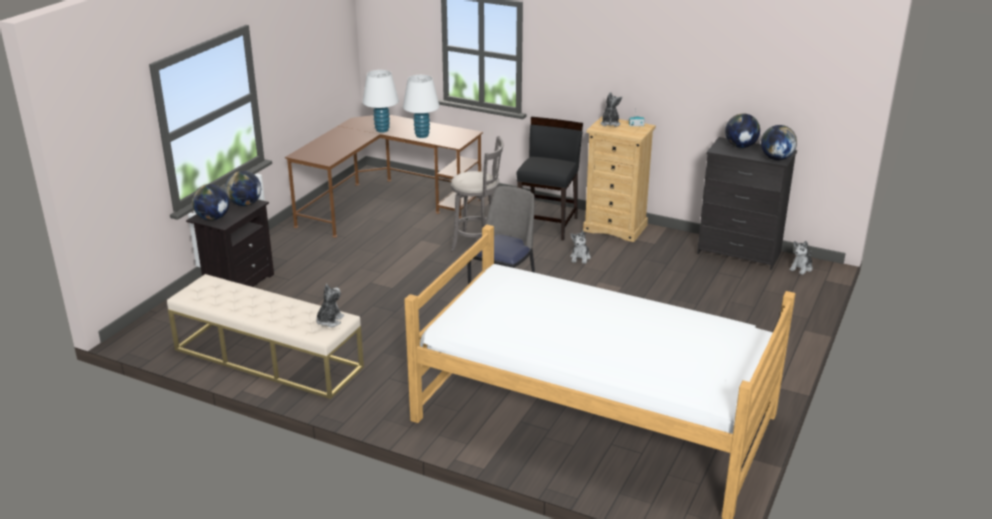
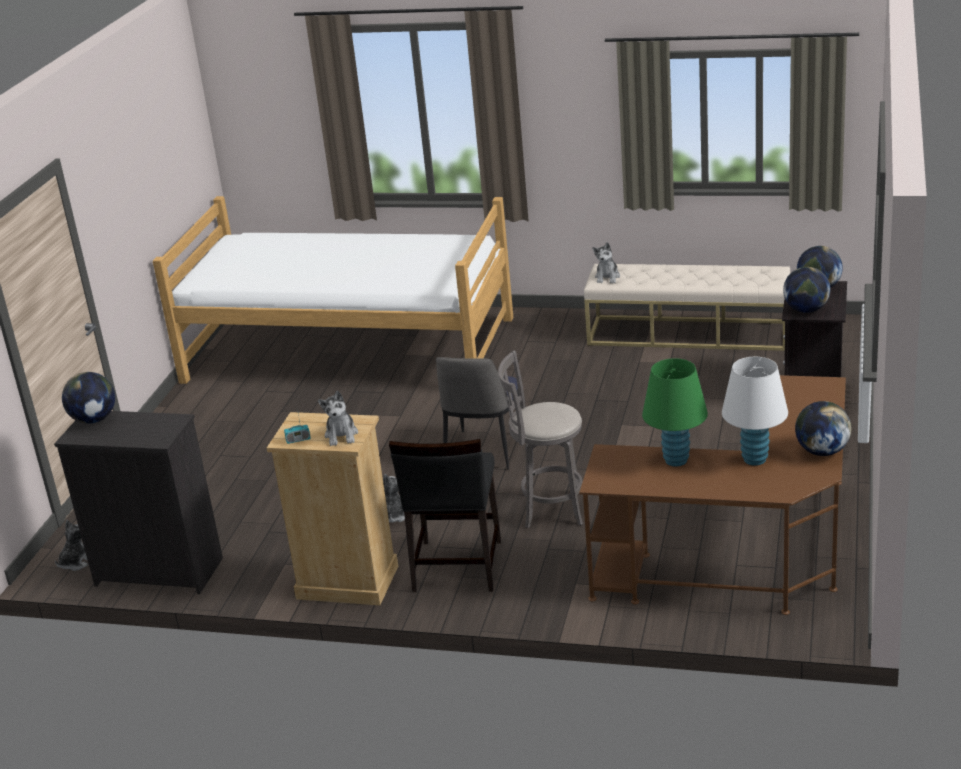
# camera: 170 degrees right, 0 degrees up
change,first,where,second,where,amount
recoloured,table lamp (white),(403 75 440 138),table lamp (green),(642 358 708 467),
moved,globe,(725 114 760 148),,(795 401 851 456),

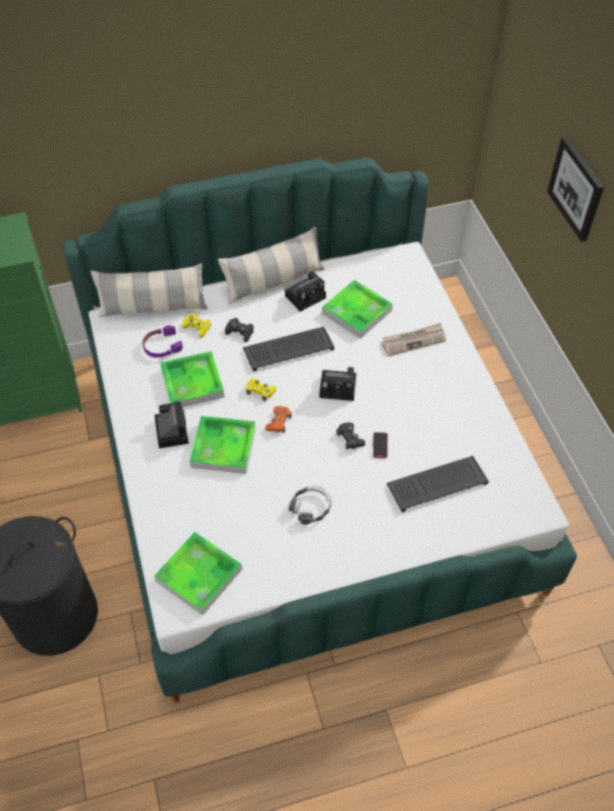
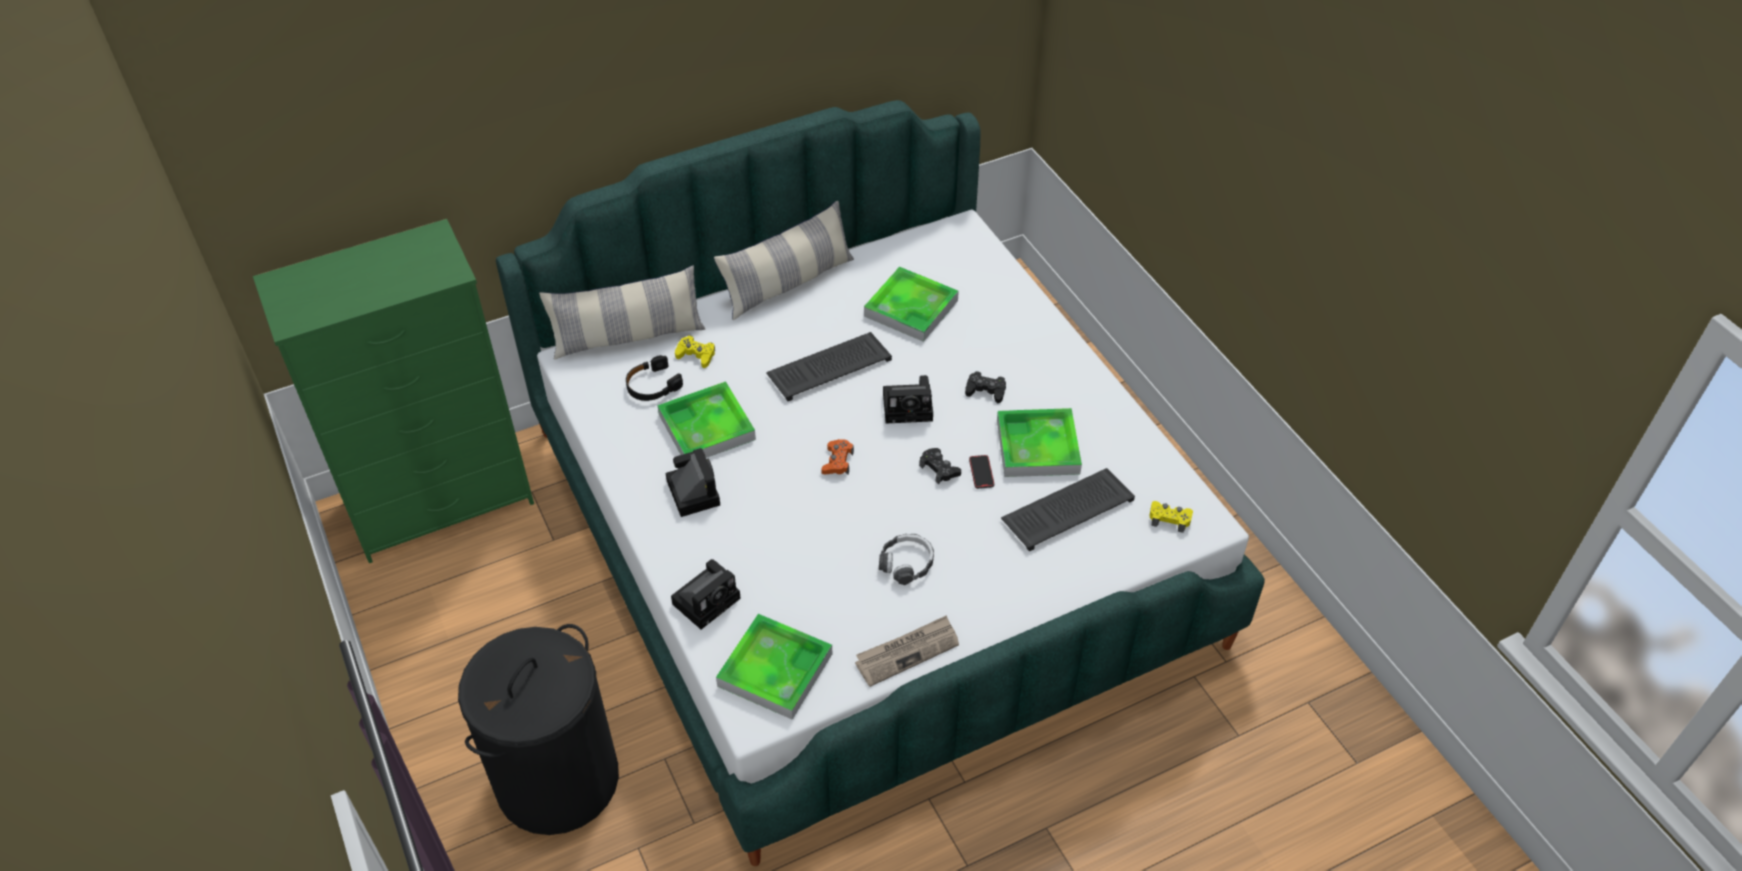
# camera: 10 degrees left, 5 degrees down
change,first,where,second,where,amount
removed,picture,(547 136 604 242),,,
moved,photo camera,(285 271 326 312),,(671 559 741 629),
moved,game controller (black),(225 318 254 342),,(965 371 1006 403),
moved,newspaper,(381 323 446 356),,(855 615 959 687),
recoloured,headphones (purple),(142 325 183 358),headphones (black),(626 355 683 401),
moved,game controller (yellow),(246 378 277 402),,(1149 501 1193 533),
moved,tray,(189 416 256 474),,(997 408 1082 477),

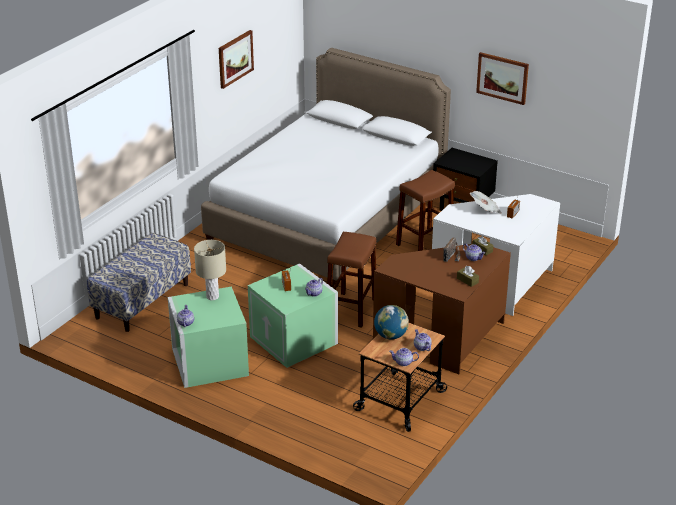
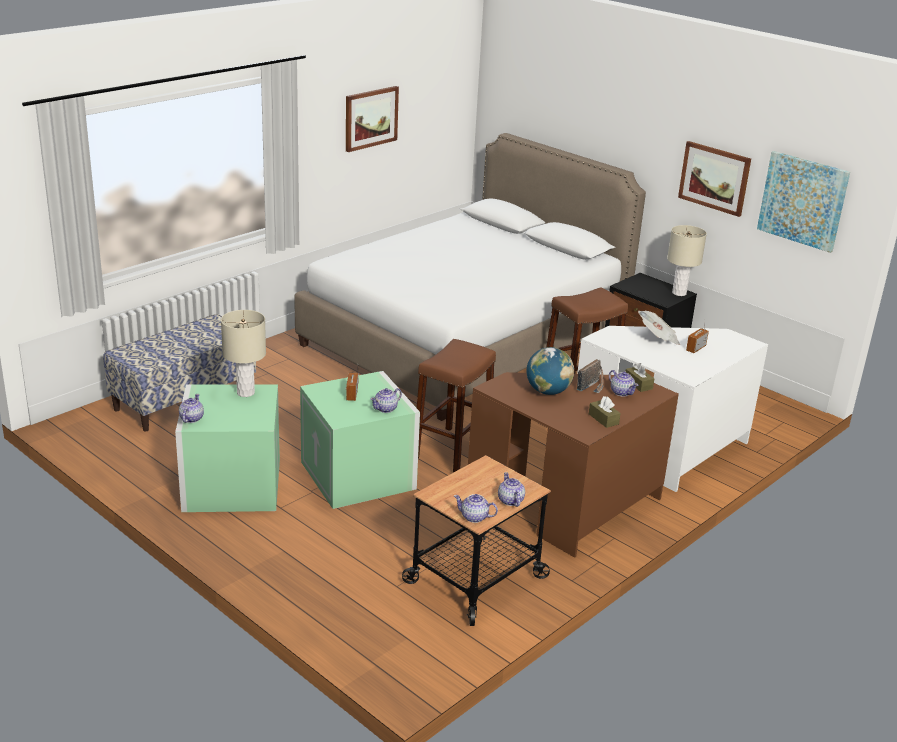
# camera: 10 degrees right, 5 degrees down
change,first,where,second,where,amount
moved,globe,(374 305 409 340),,(526 347 574 395),
added,,,picture,(757 151 850 253),
added,,,table lamp (beige),(667 225 707 296),

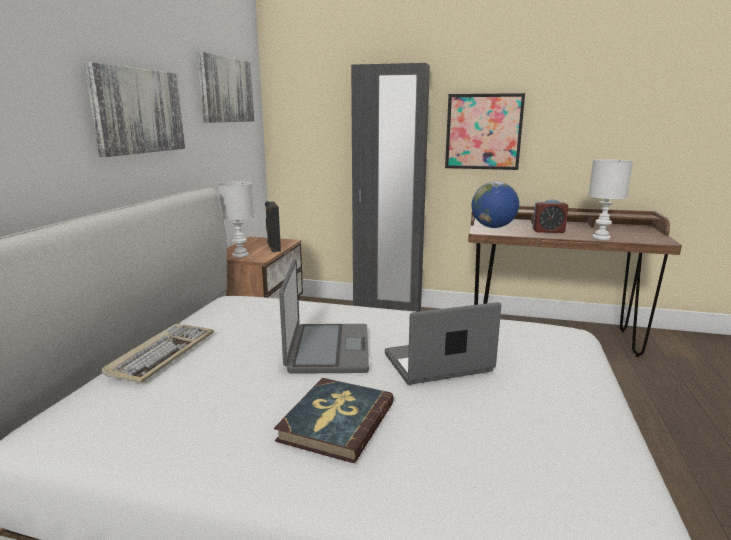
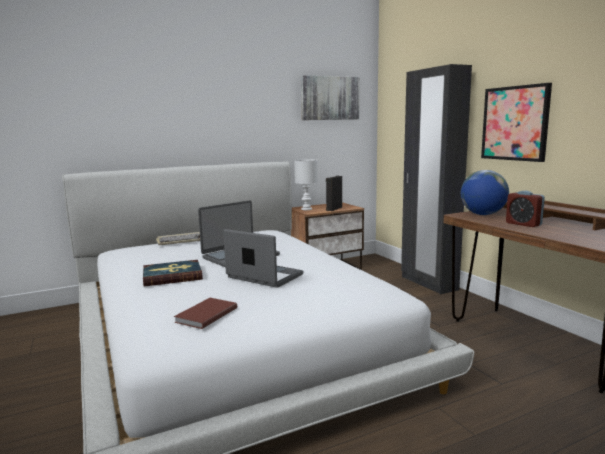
# camera: 50 degrees right, 5 degrees down
change,first,where,second,where,amount
removed,picture,(84 62 185 157),,,
removed,table lamp (white),(588 159 633 240),,,
added,,,book (brown),(174 298 237 329),

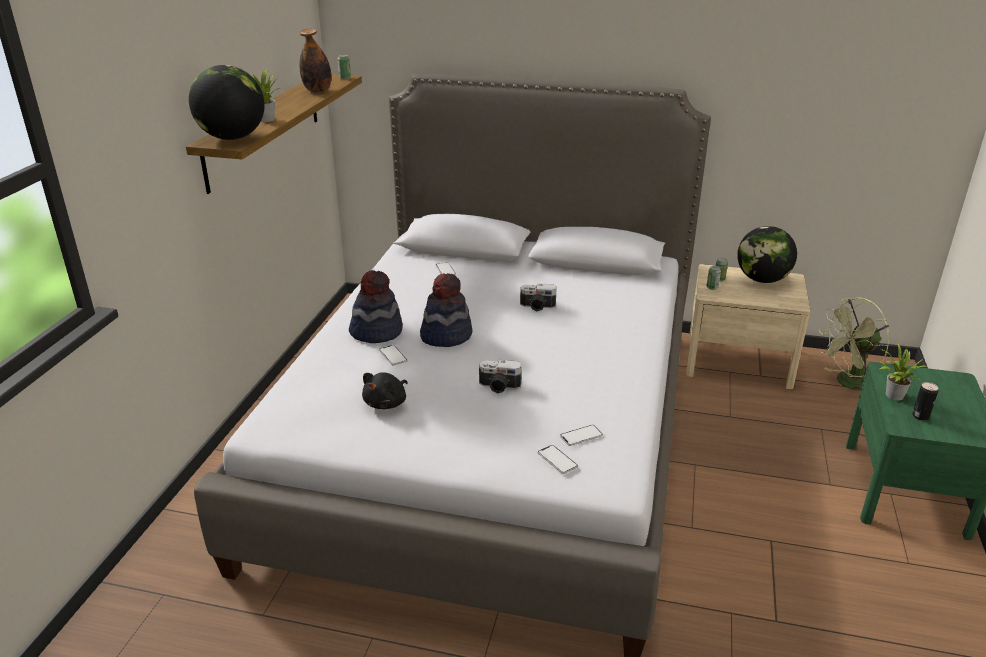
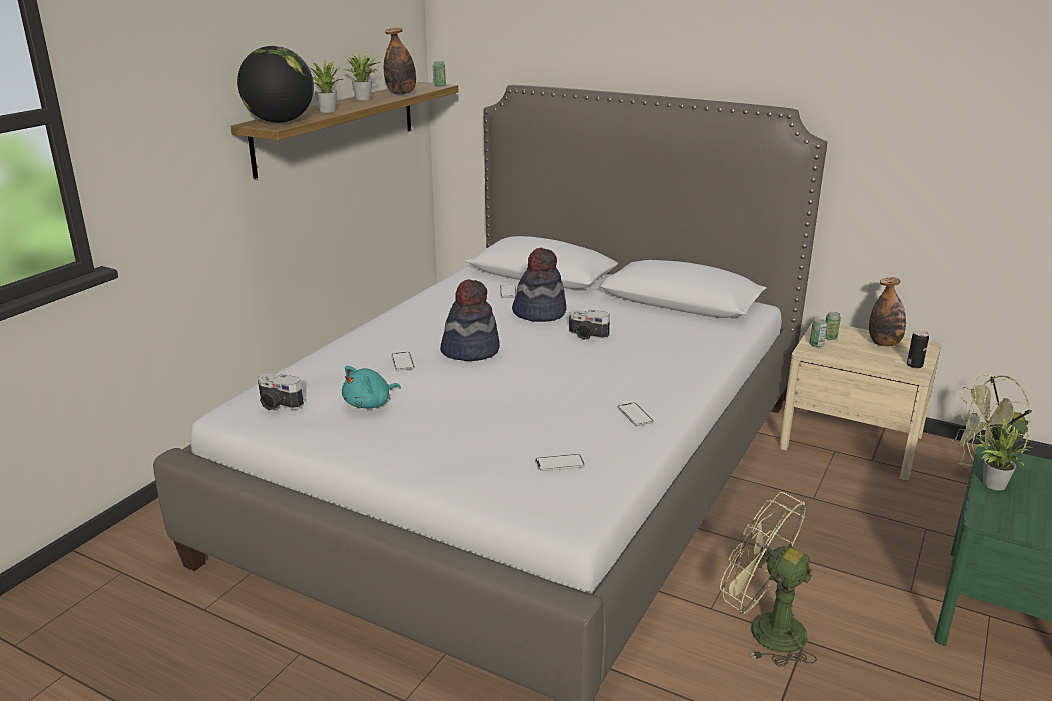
# camera: 15 degrees right, 5 degrees down
change,first,where,second,where,amount
replaced,globe,(737 226 797 283),bottle,(869 278 906 346),
moved,hat,(349 270 403 343),,(512 248 567 322),
moved,photo camera,(479 360 522 393),,(257 374 304 410),
recoloured,plush toy (black),(362 372 408 409),plush toy (turquoise),(342 366 401 408),
moved,can,(912 382 938 421),,(907 330 929 368),
moved,phone,(538 445 578 474),,(618 403 654 426),
added,,,potted plant,(343 51 381 100),
added,,,fan (green),(720 492 817 667),

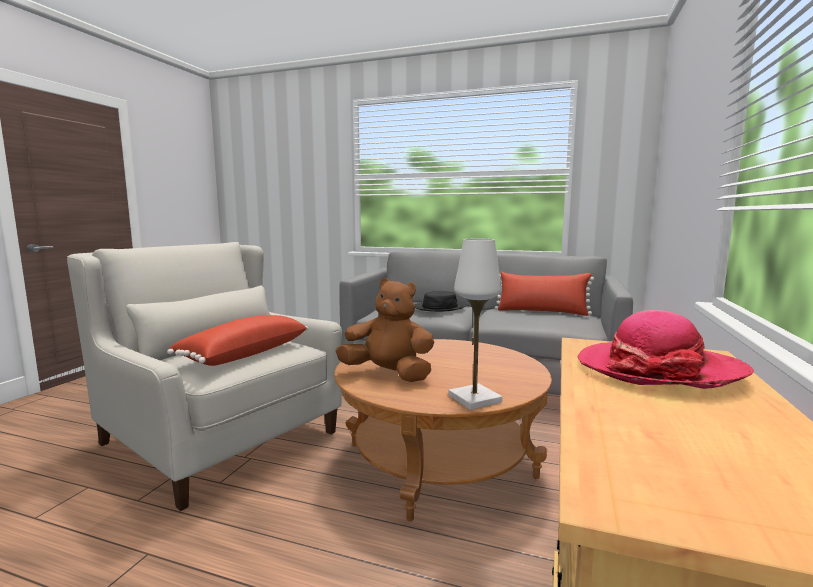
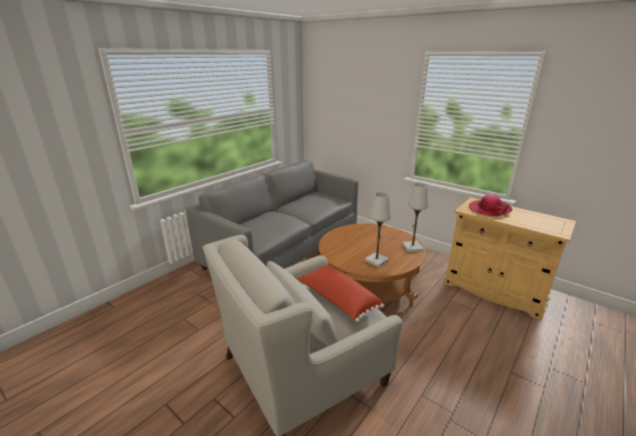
# camera: 70 degrees left, 15 degrees up
change,first,where,second,where,amount
removed,pillow (red),(495 272 594 316),,,
replaced,plush toy (brown),(336 278 434 382),table lamp (white),(365 192 391 267),
removed,hat (black),(415 291 466 312),,,

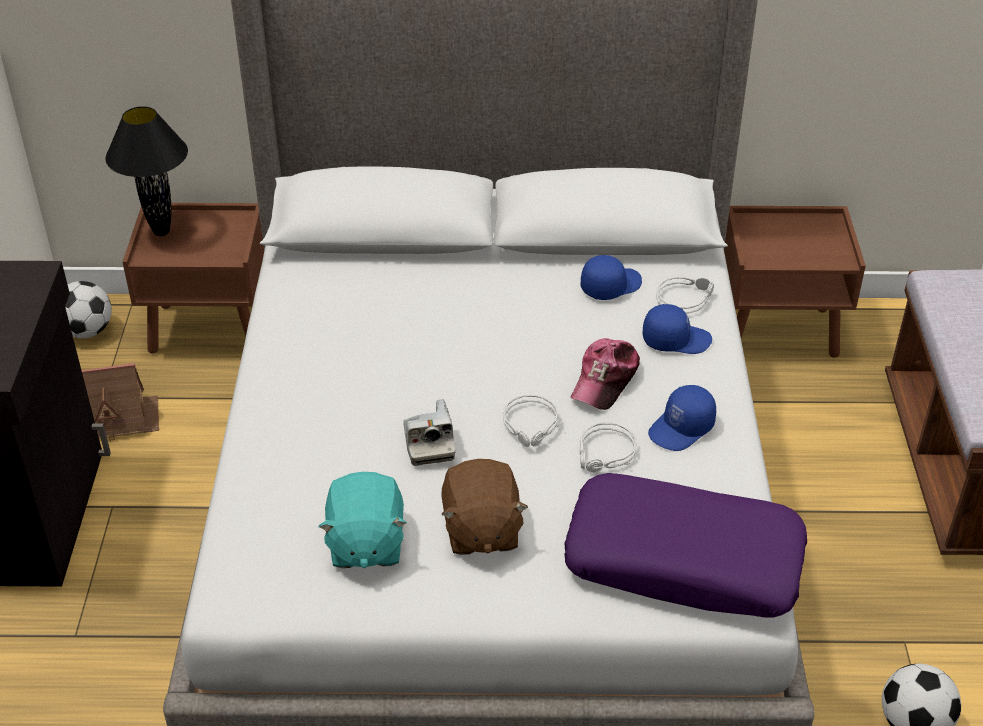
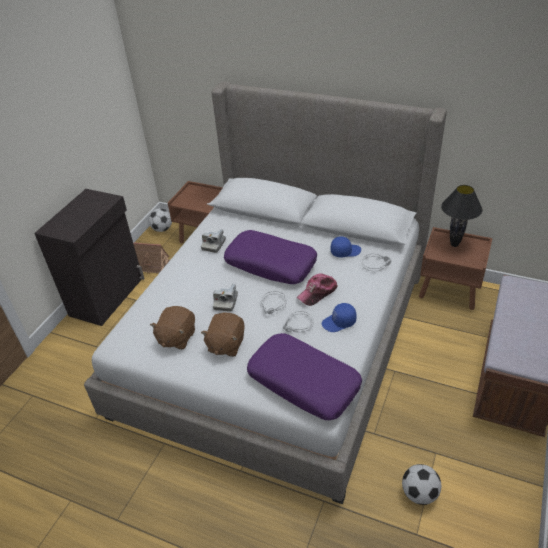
# camera: 25 degrees right, 0 degrees up
change,first,where,second,where,amount
moved,table lamp (black),(105 106 188 236),,(441 185 483 247),
removed,cap (blue),(643 304 712 354),,,
recoloured,plush toy (turquoise),(318 472 407 568),plush toy (brown),(150 306 195 350),
added,,,photo camera,(201 229 226 253),
added,,,pillow (purple),(224 230 317 284),

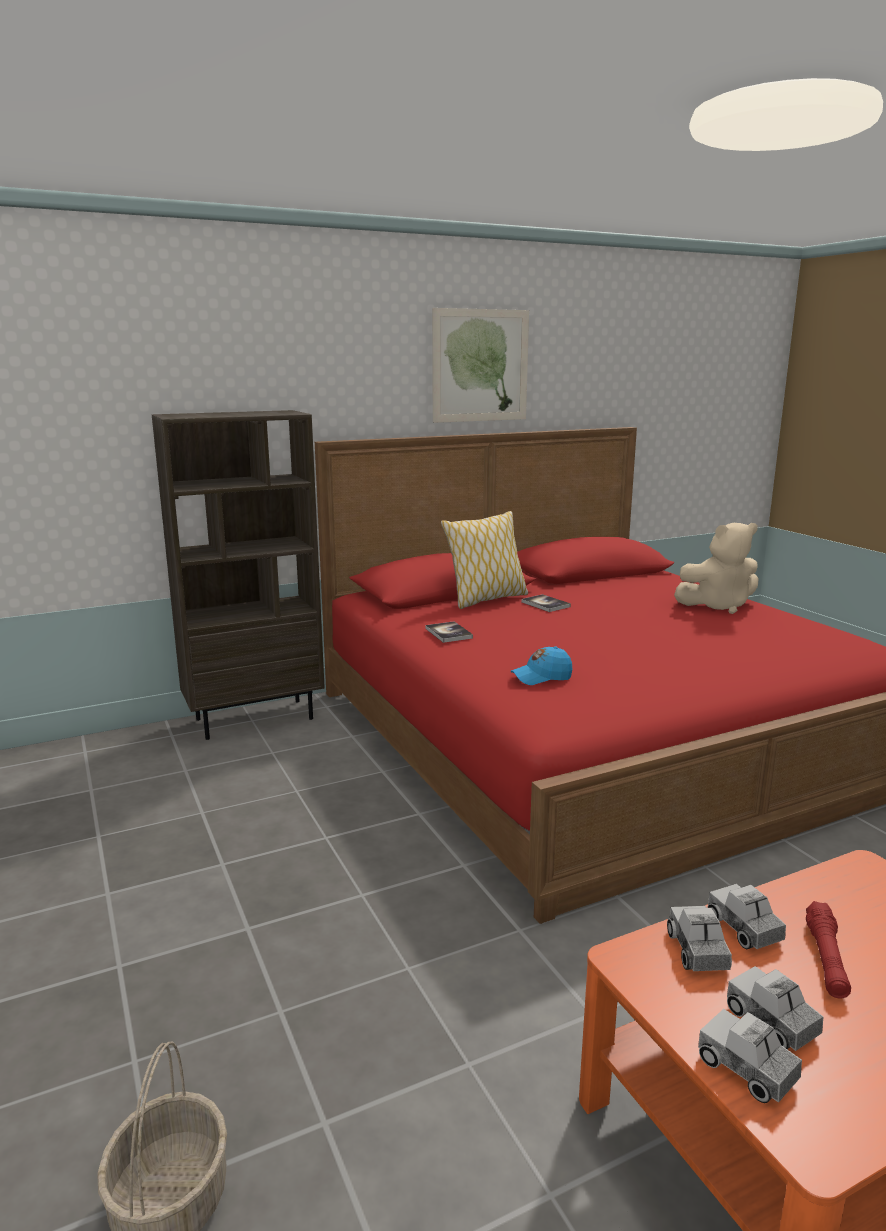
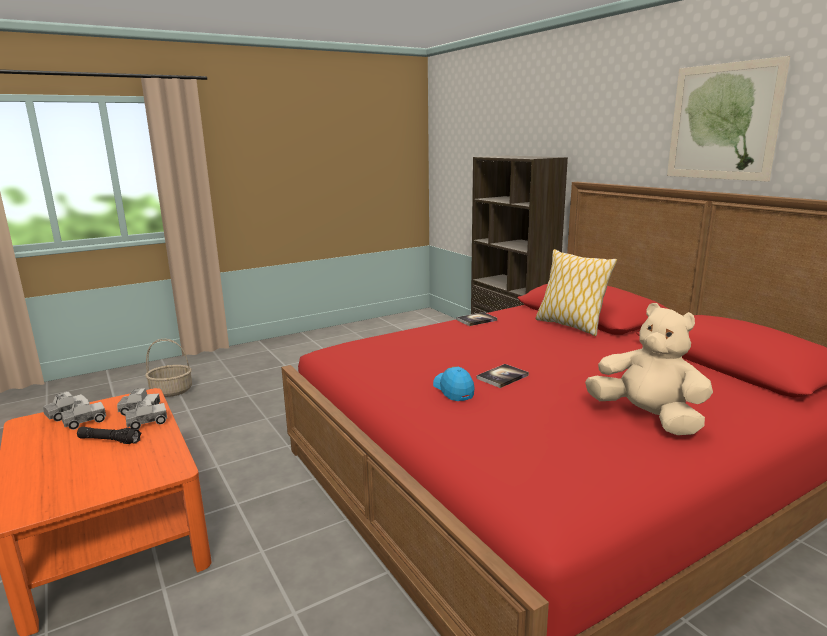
# camera: 85 degrees right, 0 degrees up
change,first,where,second,where,amount
turned,plush toy (beige),(674 523 759 614),,(585 303 713 435),150 degrees clockwise
moved,book,(521 594 571 612),,(477 364 529 388),
moved,cap (blue),(511 646 572 685),,(433 366 475 401),
recoloured,flashlight (red),(806 901 851 999),flashlight (black),(77 427 142 444),

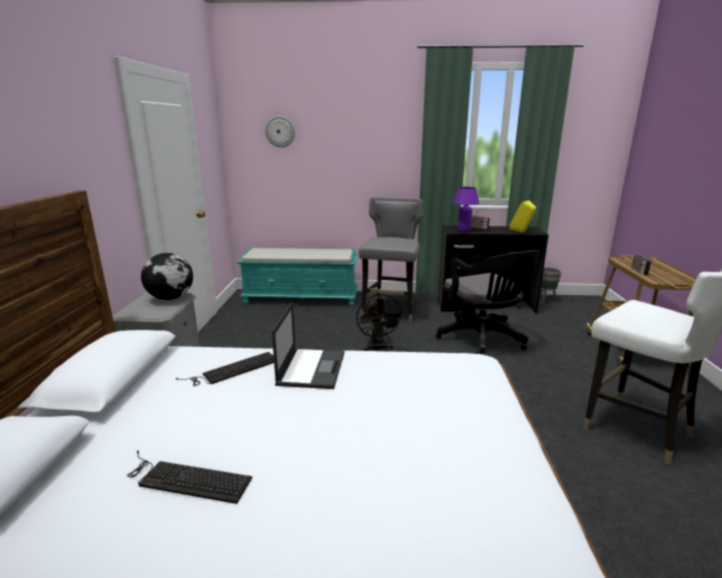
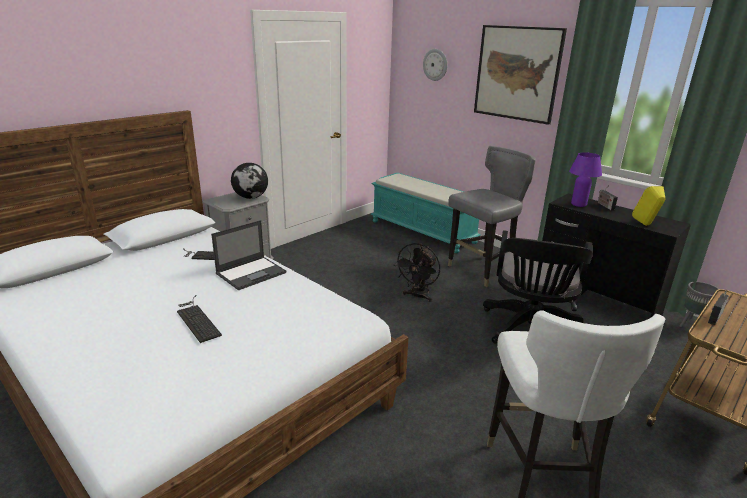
# camera: 40 degrees right, 5 degrees up
change,first,where,second,where,amount
moved,keyboard,(127 450 253 504),,(177 295 222 343),
added,,,picture,(474 25 567 125),

